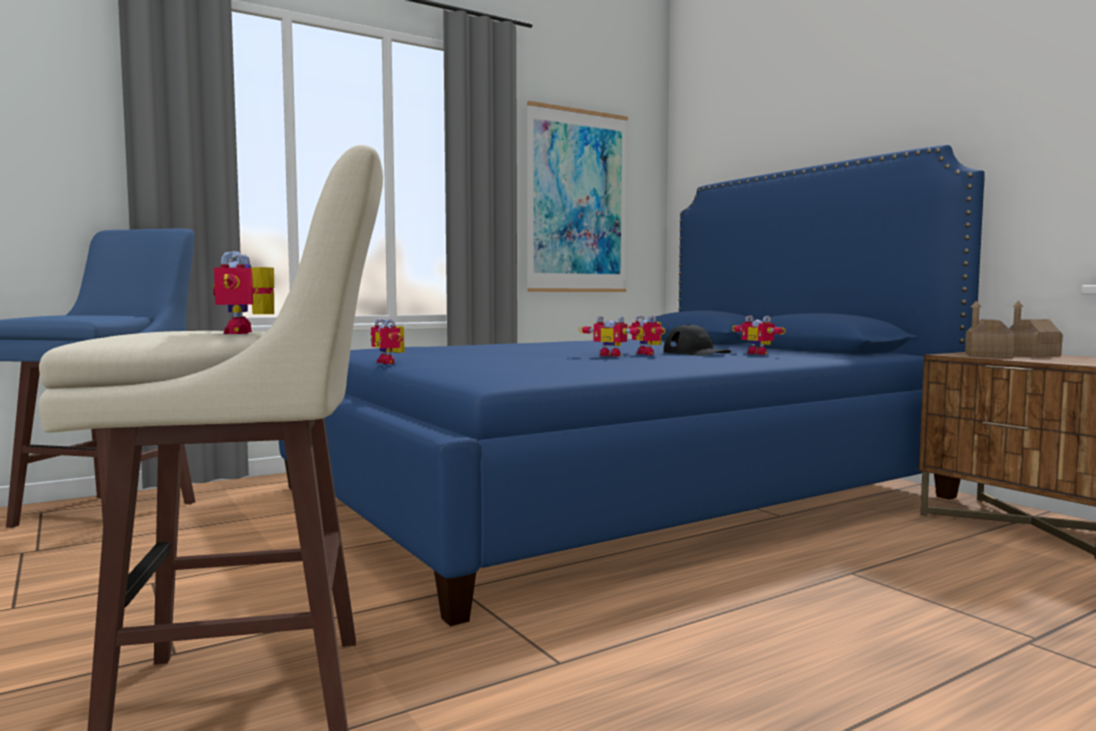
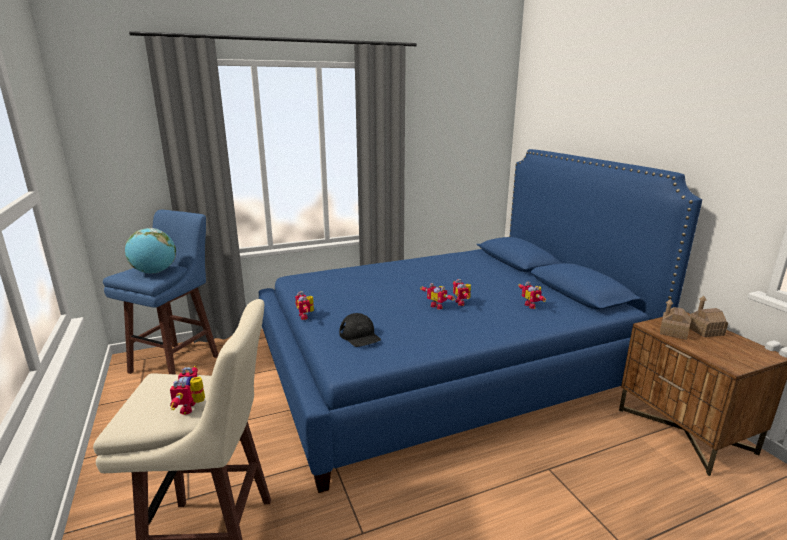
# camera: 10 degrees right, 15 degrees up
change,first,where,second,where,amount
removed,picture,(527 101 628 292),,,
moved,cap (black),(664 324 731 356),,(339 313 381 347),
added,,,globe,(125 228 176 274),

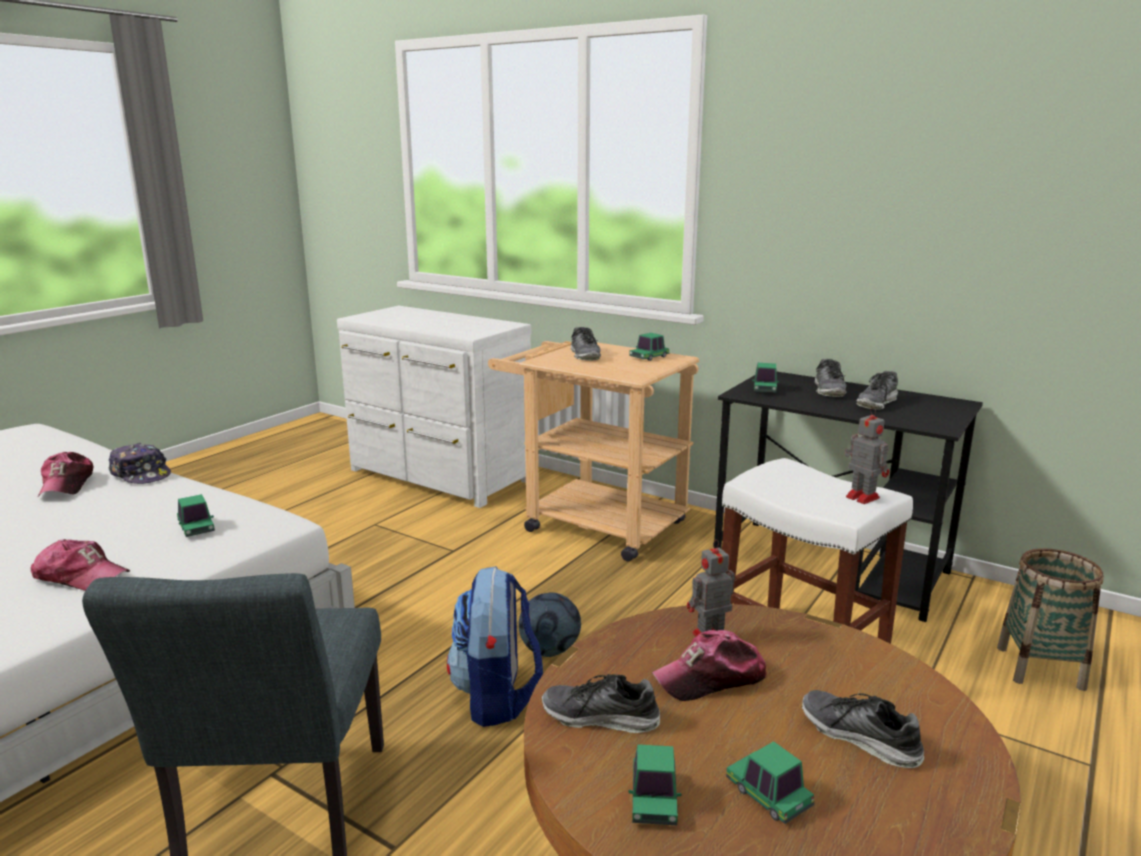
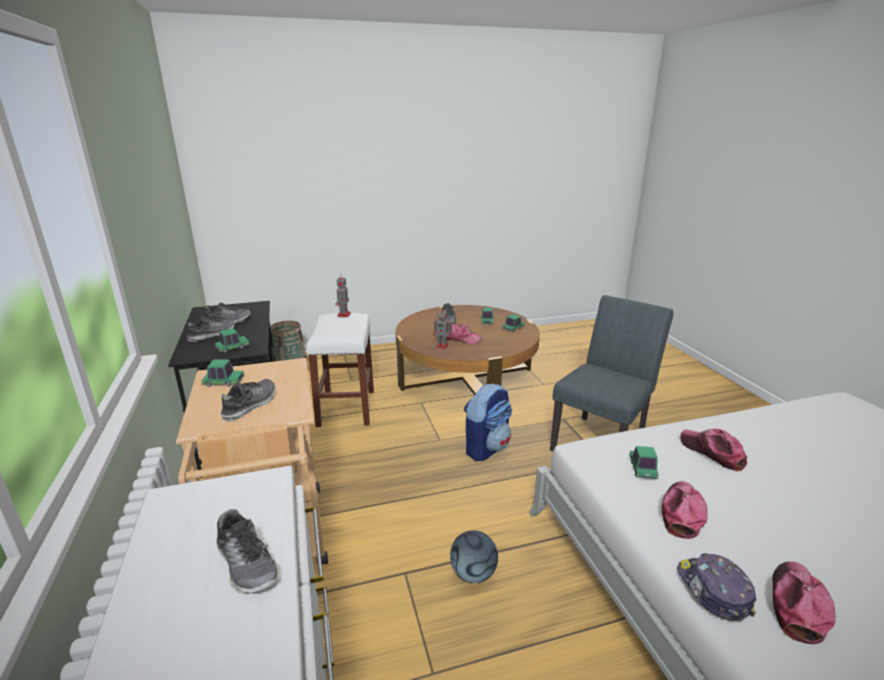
# camera: 140 degrees left, 5 degrees up
change,first,where,second,where,amount
moved,football,(519 592 581 657),,(450 530 498 583),
moved,shoe,(542 674 660 733),,(216 509 279 594),
added,,,cap,(662 481 708 539),

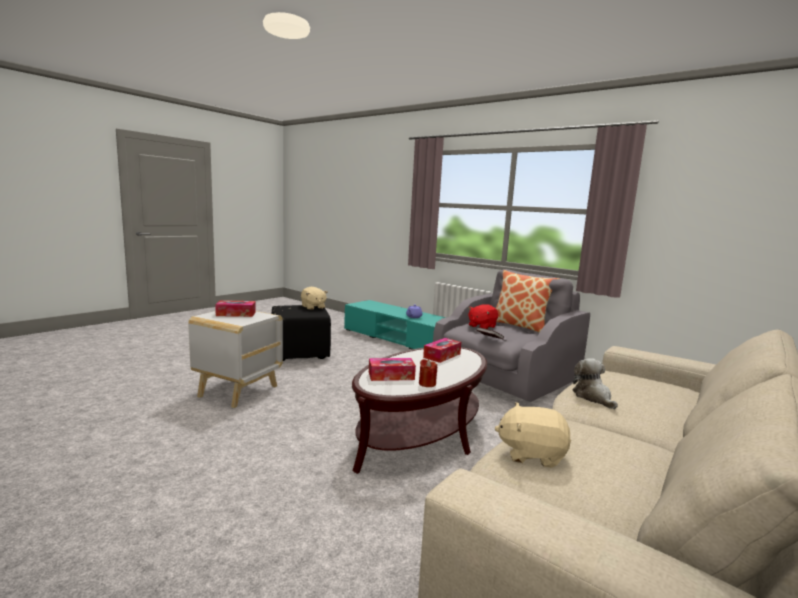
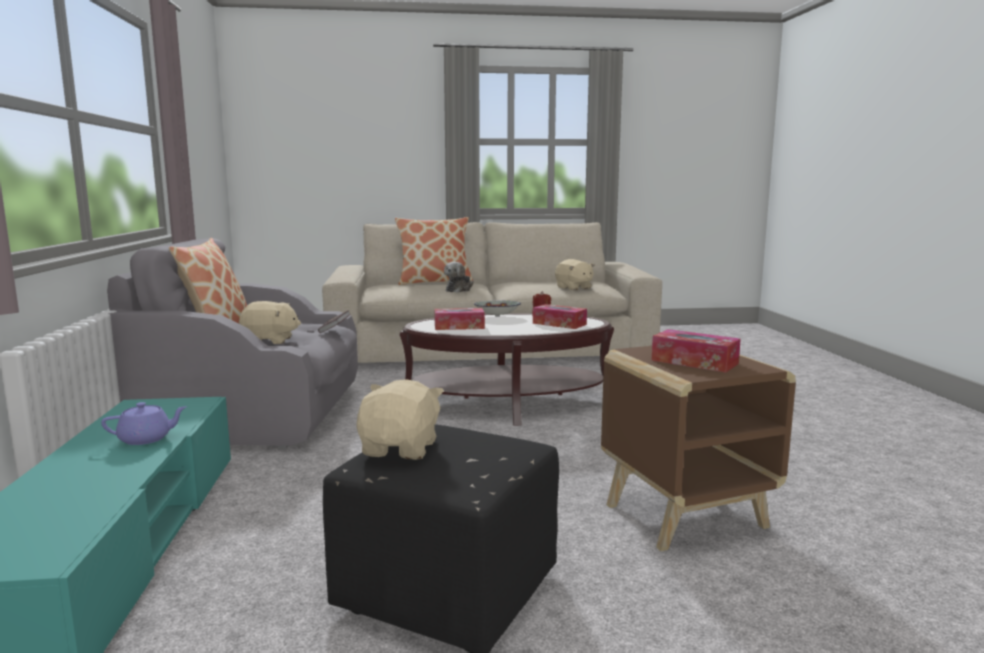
# camera: 135 degrees left, 0 degrees up
change,first,where,second,where,amount
recoloured,plush toy (red),(468 304 498 329),plush toy (beige),(239 301 301 344),
recoloured,side table (white),(188 311 283 408),side table (brown),(601 346 796 551),
added,,,pillow,(395 217 473 285),
added,,,bowl,(474 301 521 317),

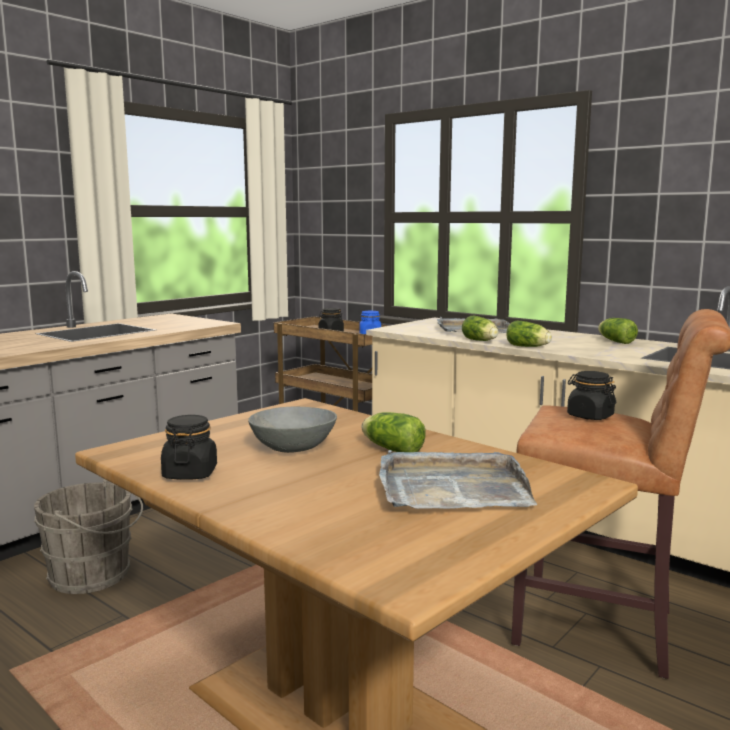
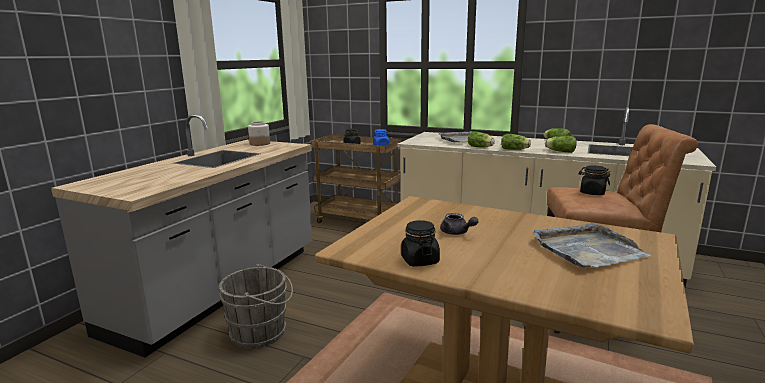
# camera: 15 degrees left, 5 degrees up
change,first,where,second,where,amount
replaced,bowl (grey),(248 406 337 453),teapot (grey),(440 213 479 235),
moved,lettuce,(362 412 426 452),,(545 136 577 153),
added,,,jar,(248 121 270 146),

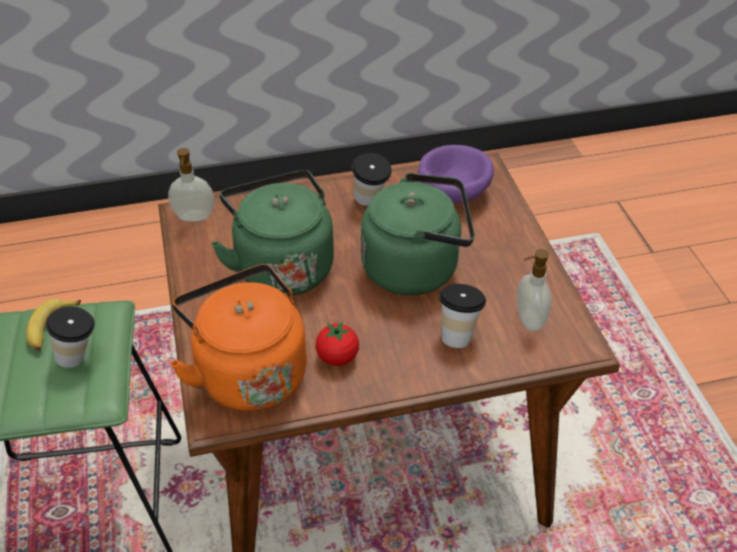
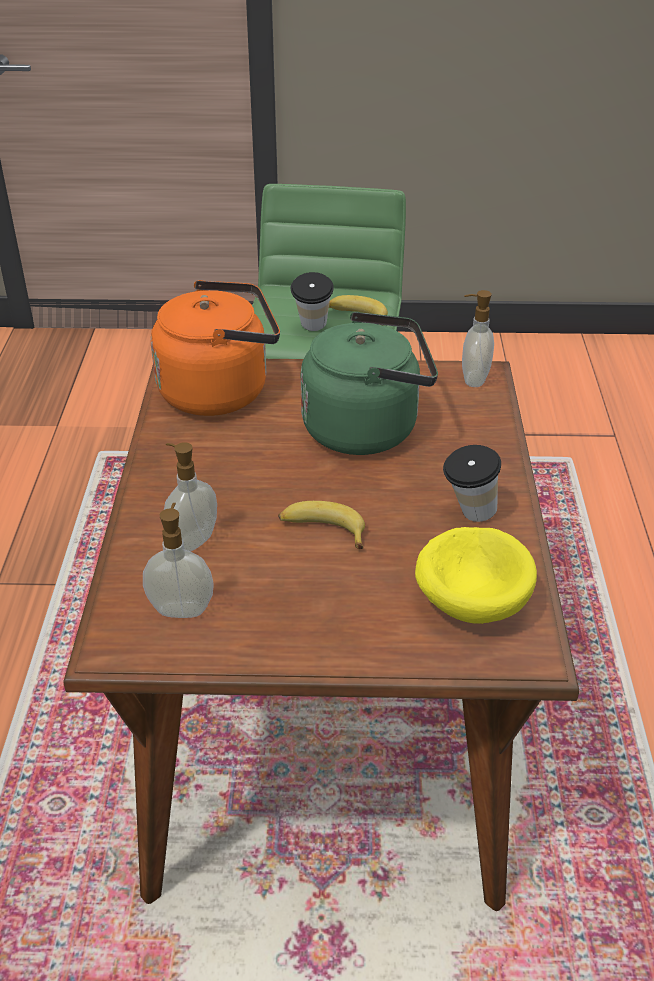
# camera: 105 degrees right, 5 degrees down
change,first,where,second,where,amount
recoloured,bowl (purple),(418 145 494 203),bowl (yellow),(415 527 537 624),
replaced,kettle (green),(361 173 475 295),banana,(278 501 365 549),
replaced,cup,(439 284 486 348),soap dispenser,(164 442 217 552),
removed,tomato,(316 321 359 366),,,

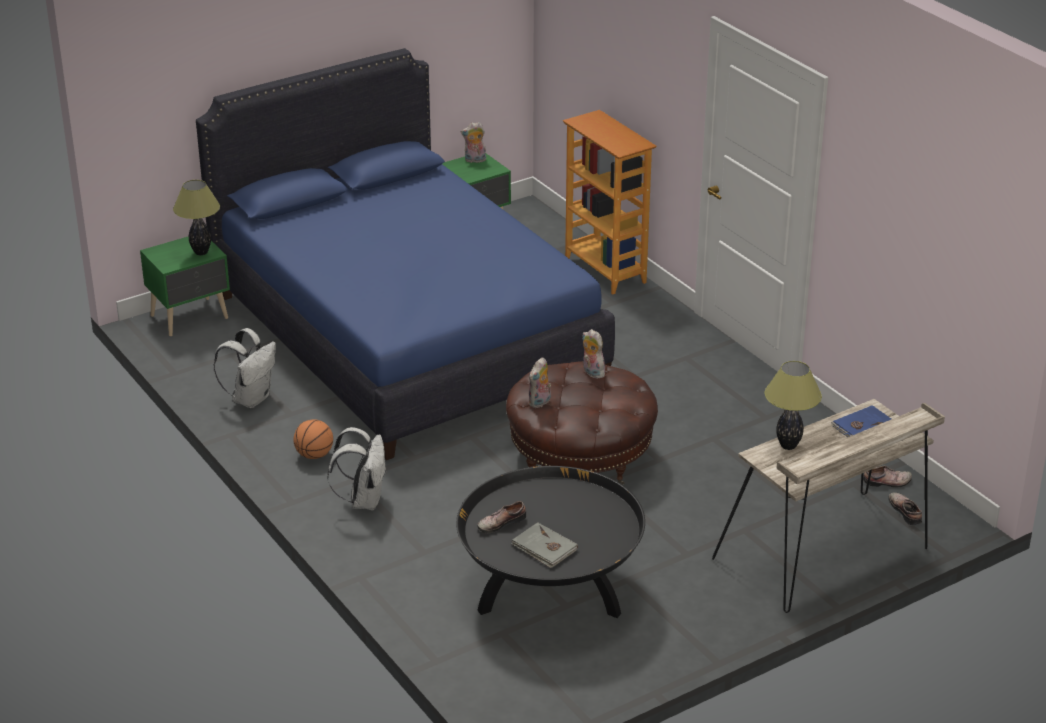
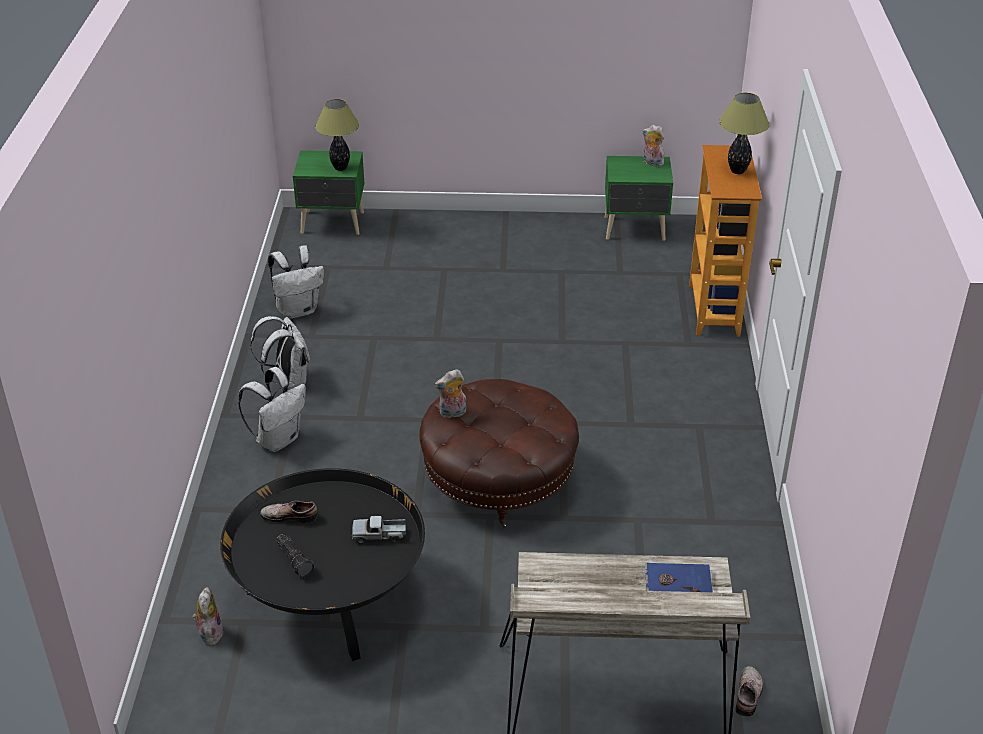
# camera: 35 degrees right, 5 degrees up
change,first,where,second,where,amount
removed,bed (blue),(196 48 615 460),,,
moved,plush toy,(583 329 608 379),,(193 587 224 645),
moved,table lamp,(765 361 822 450),,(719 93 769 174),
replaced,basketball,(293 420 333 459),backpack (white),(250 316 310 390),
removed,shoe,(863 466 912 488),,,
replaced,book (grey),(511 522 578 568),flashlight,(277 534 314 577),
added,,,toy truck,(352 516 406 544),

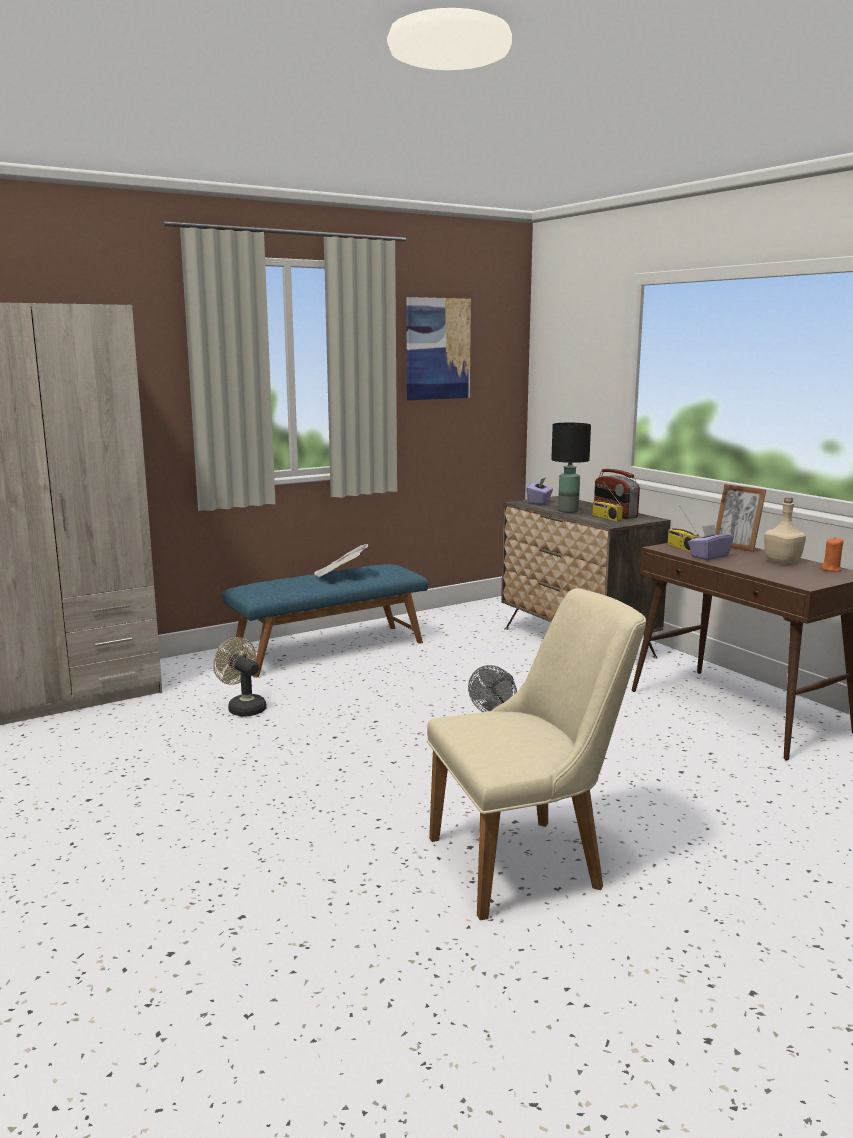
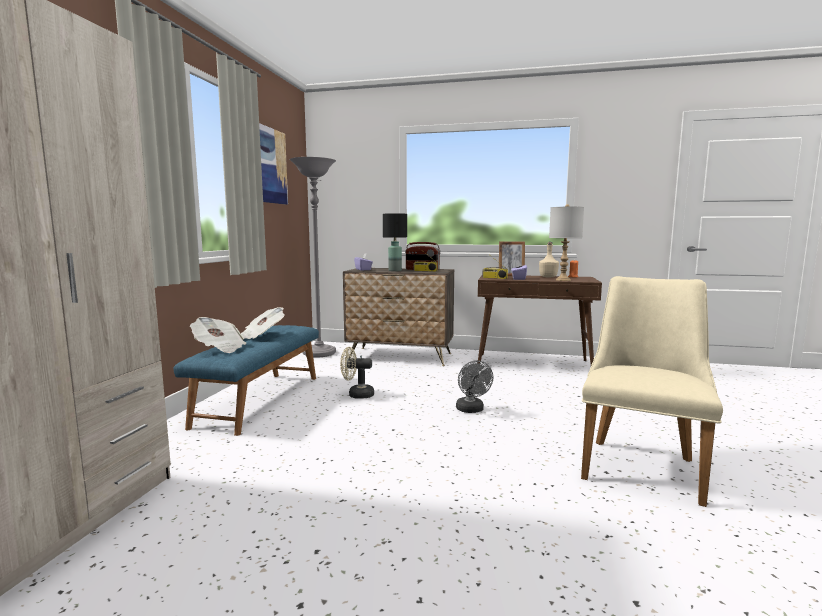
# camera: 45 degrees left, 5 degrees down
change,first,where,second,where,amount
moved,fan (beige),(213 637 267 716),,(340 347 374 399),
added,,,floor lamp (grey),(290 157 336 357),
added,,,table lamp (grey),(549 204 584 281),
added,,,newspaper,(190 317 246 353),

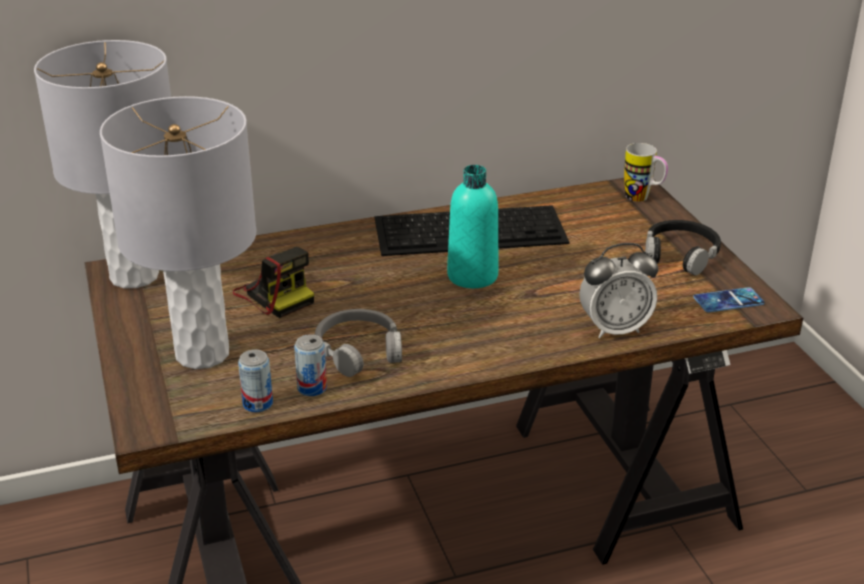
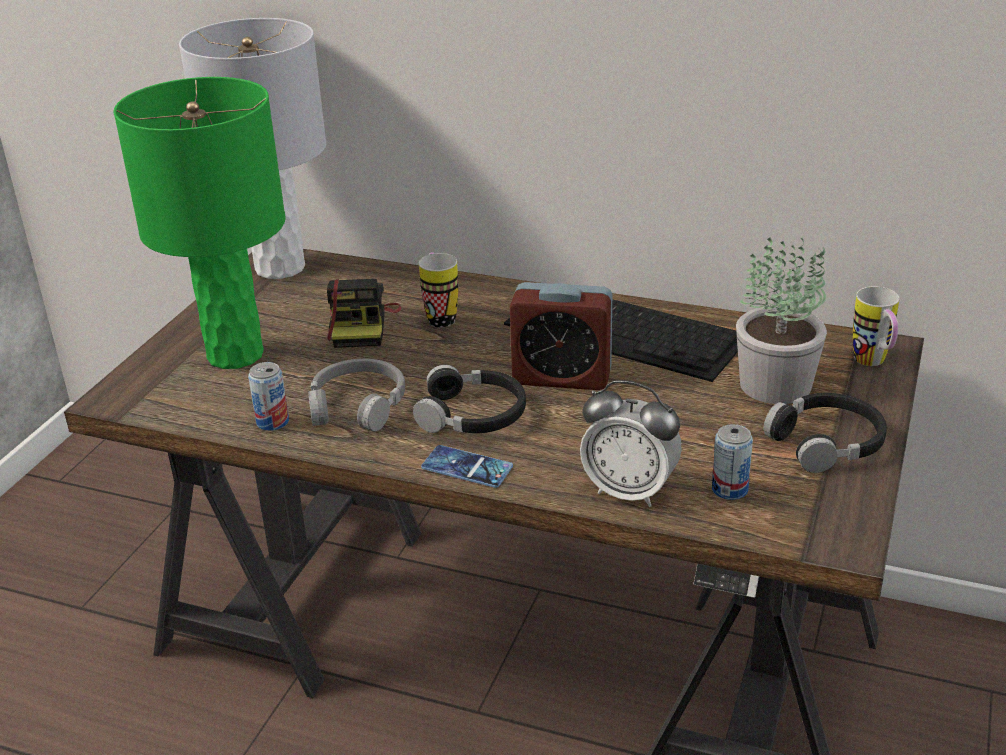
# camera: 40 degrees right, 0 degrees up
change,first,where,second,where,amount
recoloured,table lamp (grey),(100 96 257 369),table lamp (green),(113 77 286 369),
replaced,bottle (turquoise),(447 165 499 288),alarm clock,(510 282 612 390),
moved,phone,(693 287 765 313),,(421 445 513 488),
moved,can,(238 349 273 412),,(712 424 753 500),
added,,,potted plant,(736 237 827 404),
added,,,mug,(419 252 458 327),
added,,,headphones (black),(413 365 526 433),

